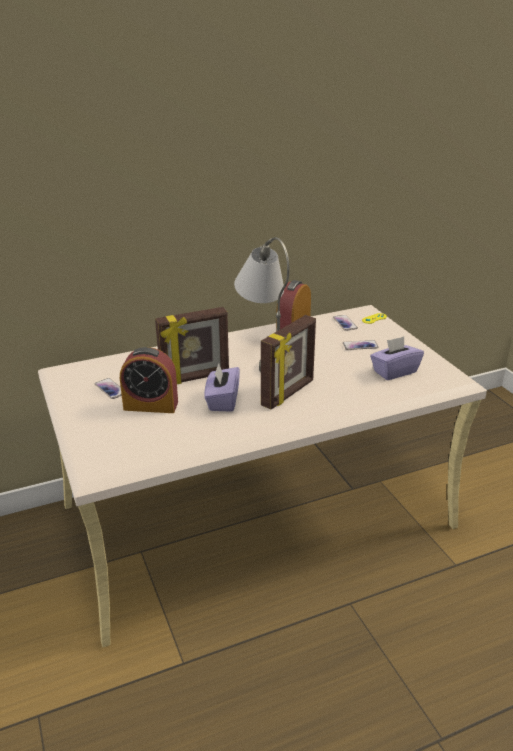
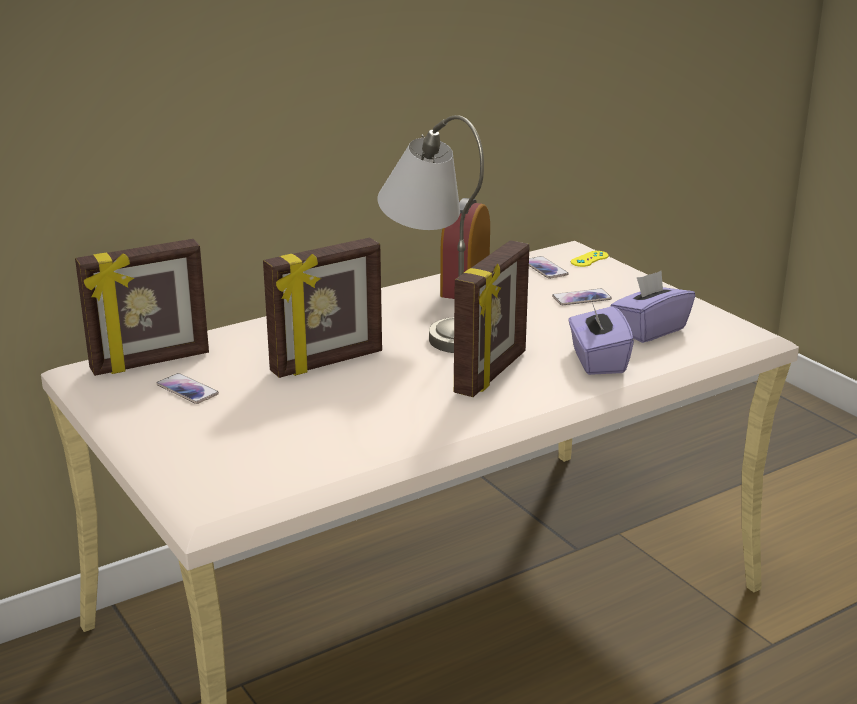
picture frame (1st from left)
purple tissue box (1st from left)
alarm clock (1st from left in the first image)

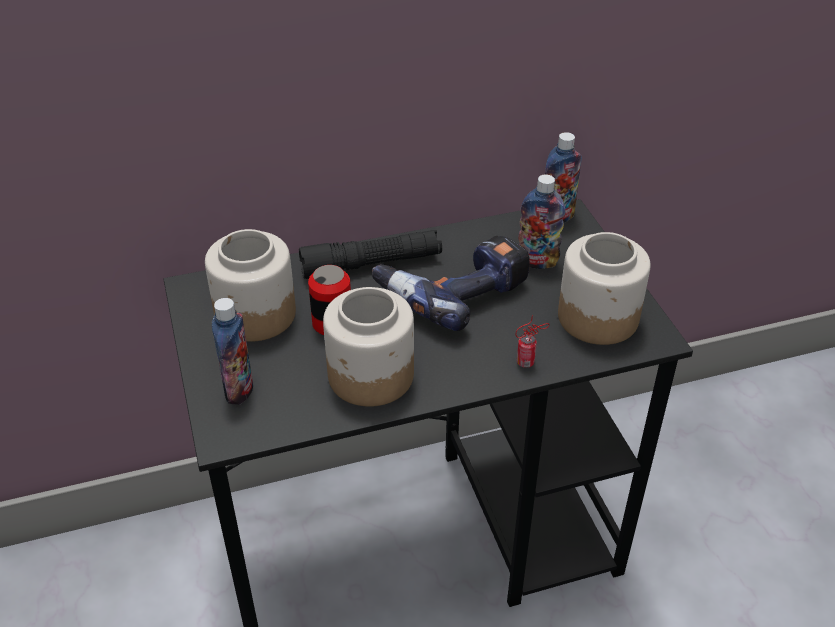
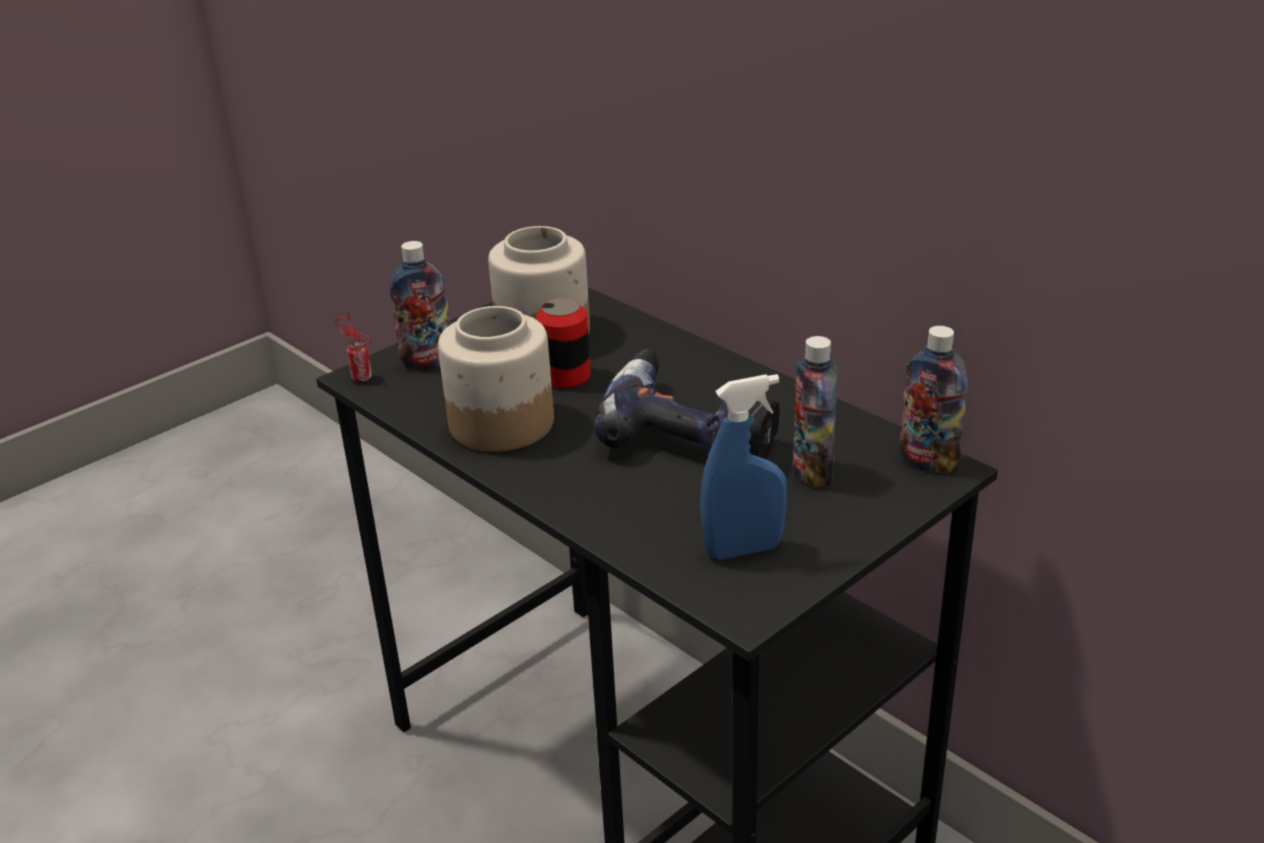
can (1st from left)
blue spray bottle
black flashlight

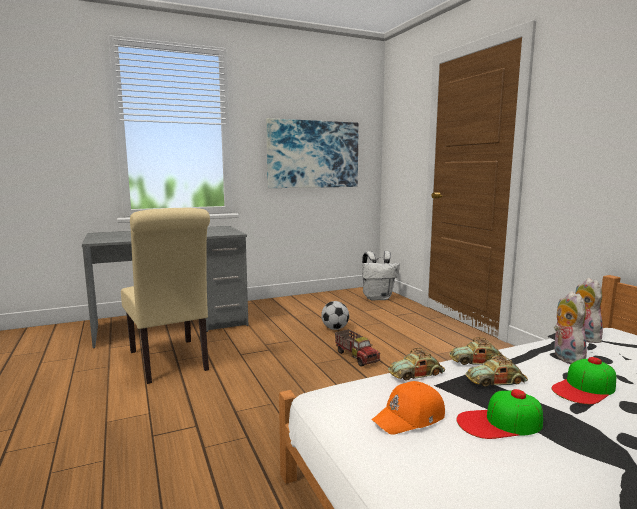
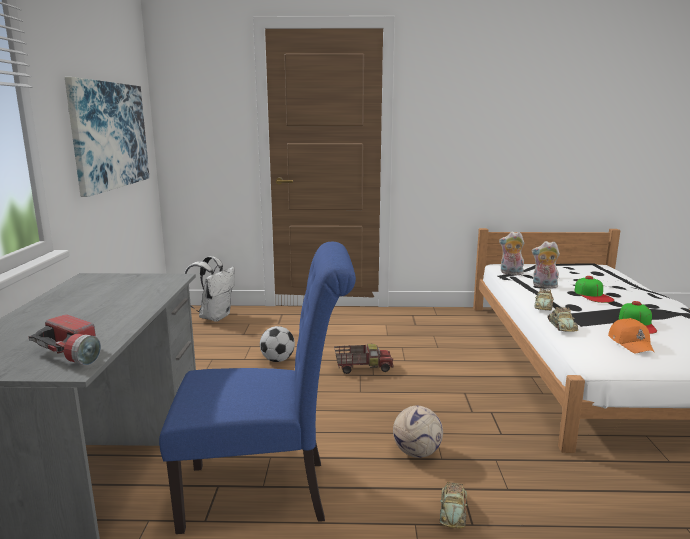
flashlight
blue chair
football (2nd from left)
toy car (1st from left)

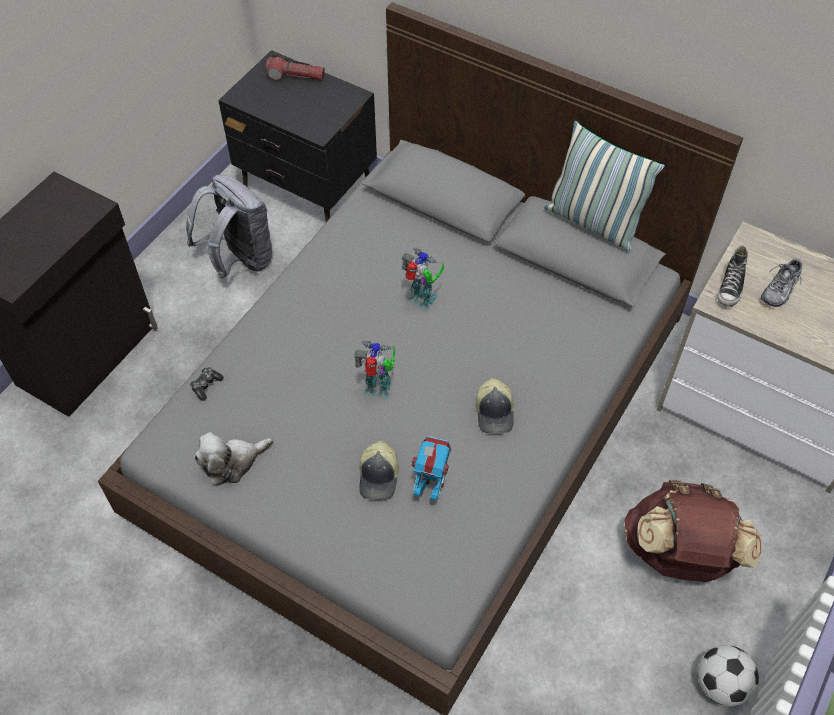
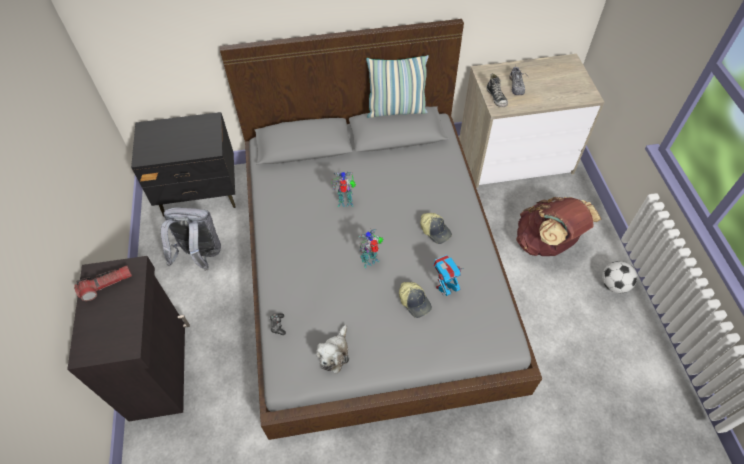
flashlight

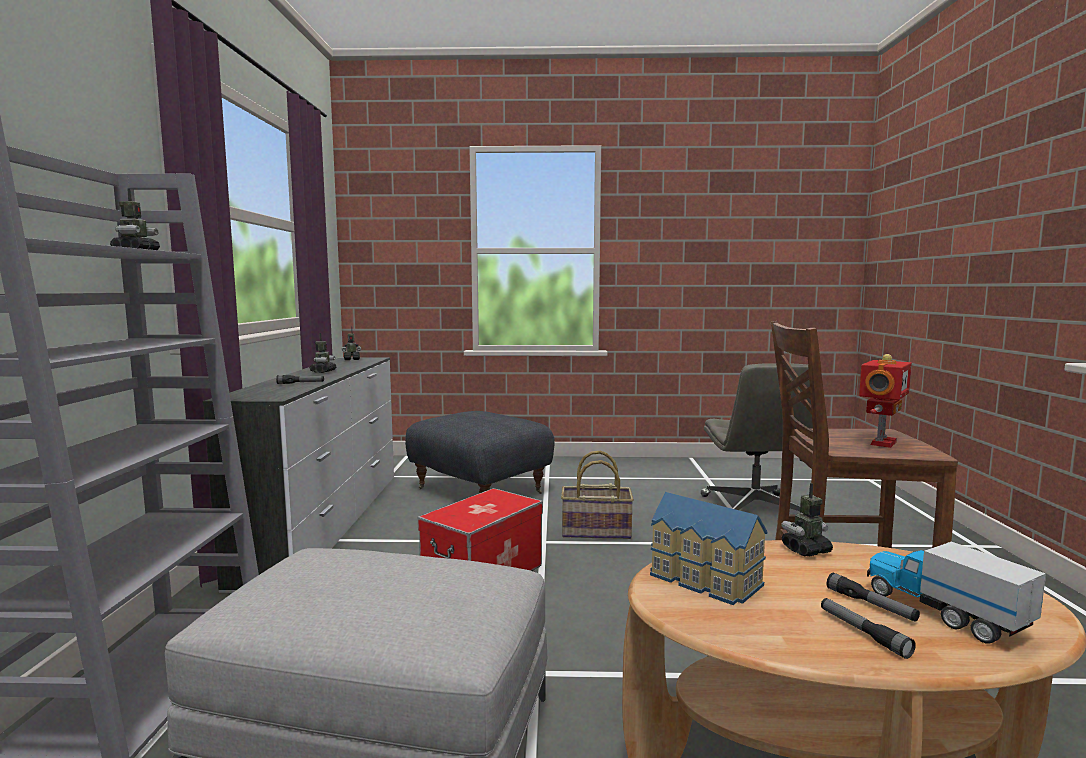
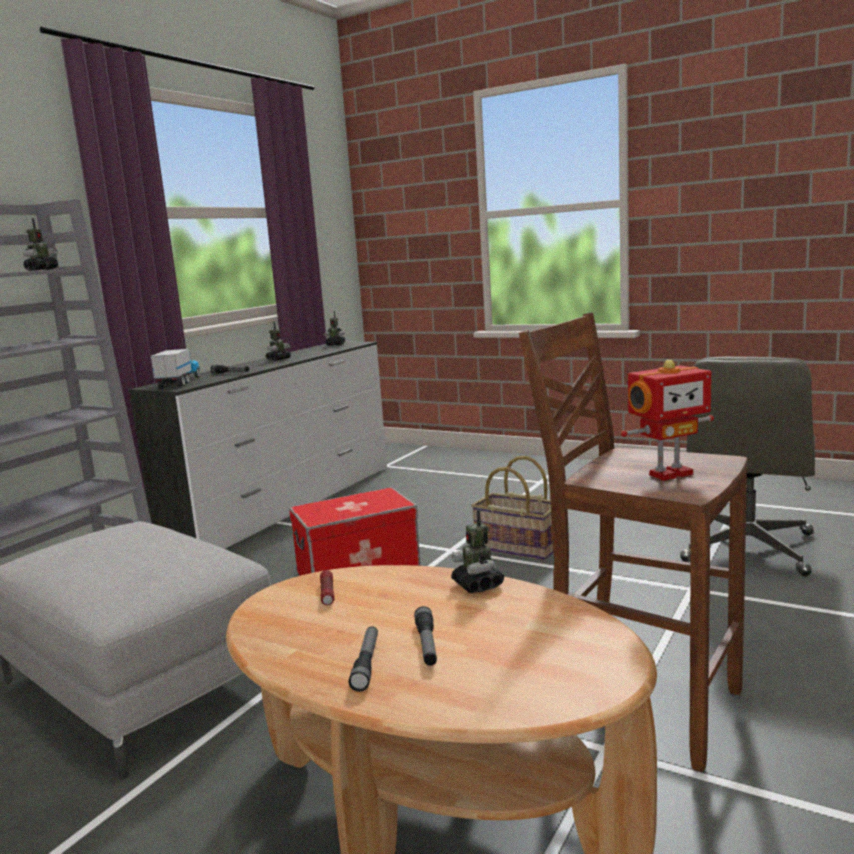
toy truck
flashlight (2nd from left)
toy robot (4th from left)
grey ottoman (2nd from left in the first image)

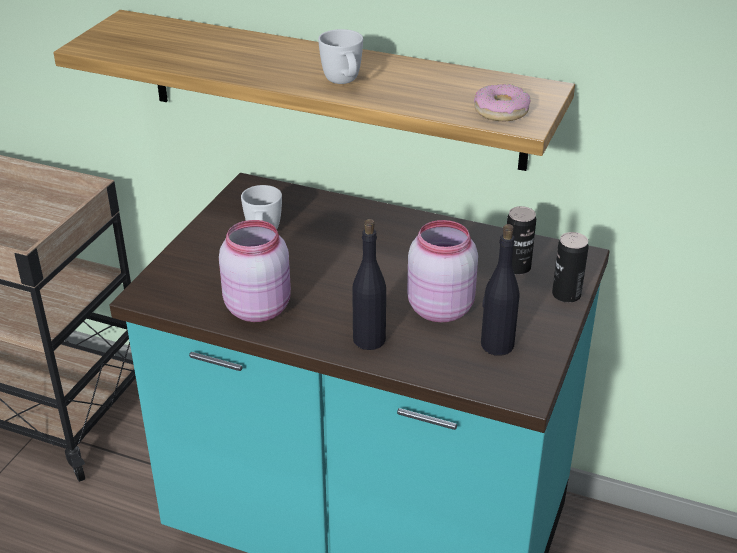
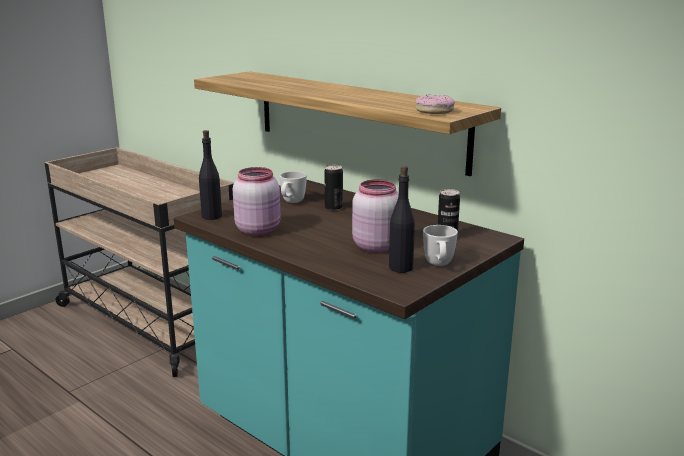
black bottle (1st from left)
can (1st from left)
white mug (2nd from left)

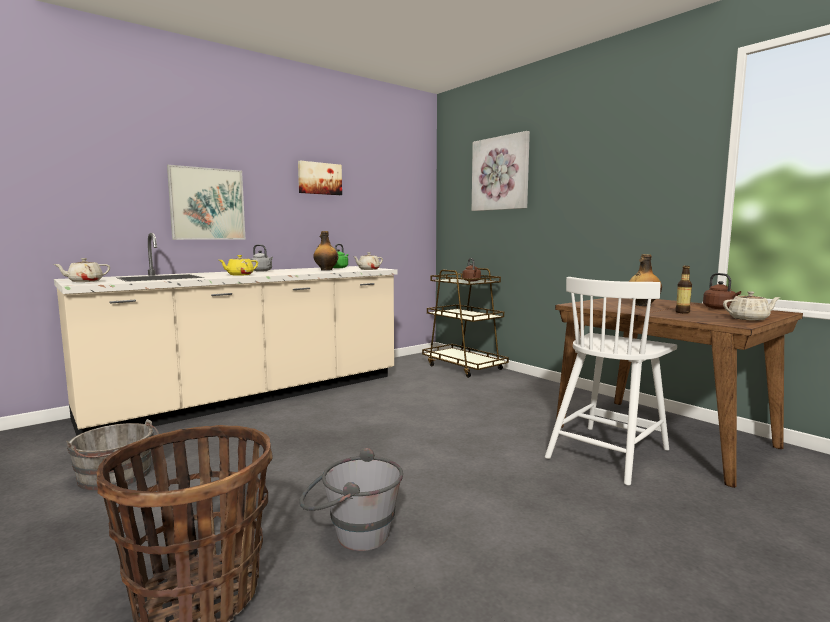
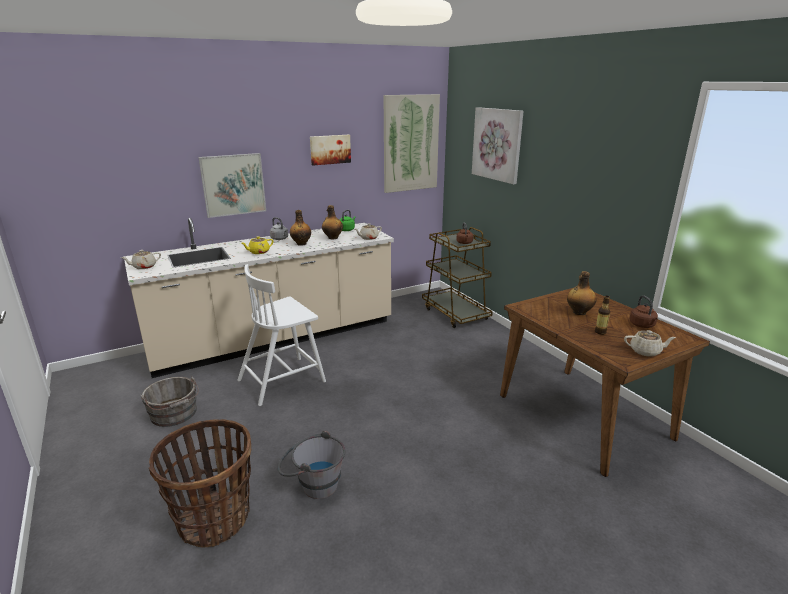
white chair
bottle (1st from left)
picture (3rd from left)

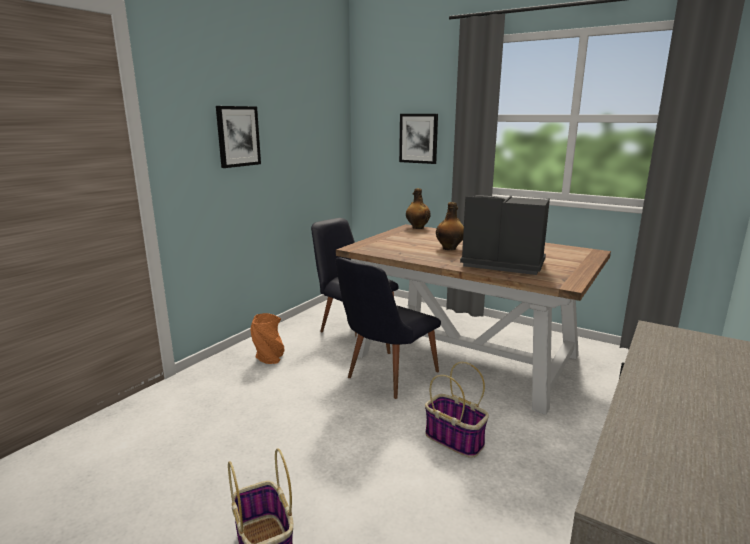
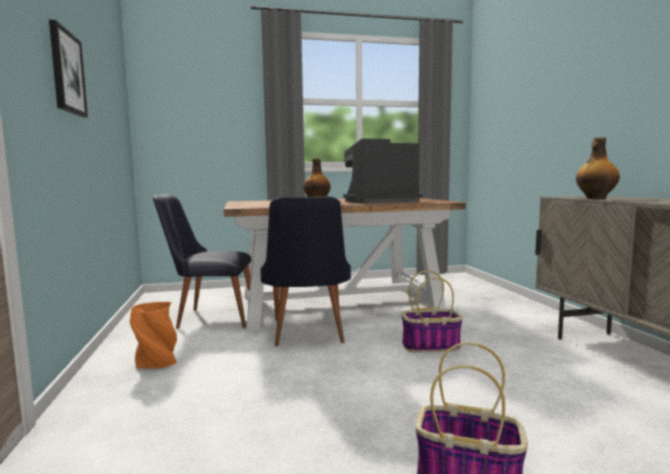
bottle (2nd from left)
picture (2nd from left in the first image)

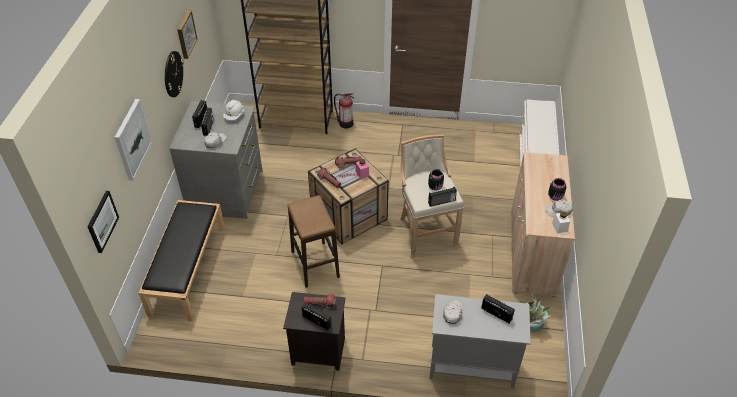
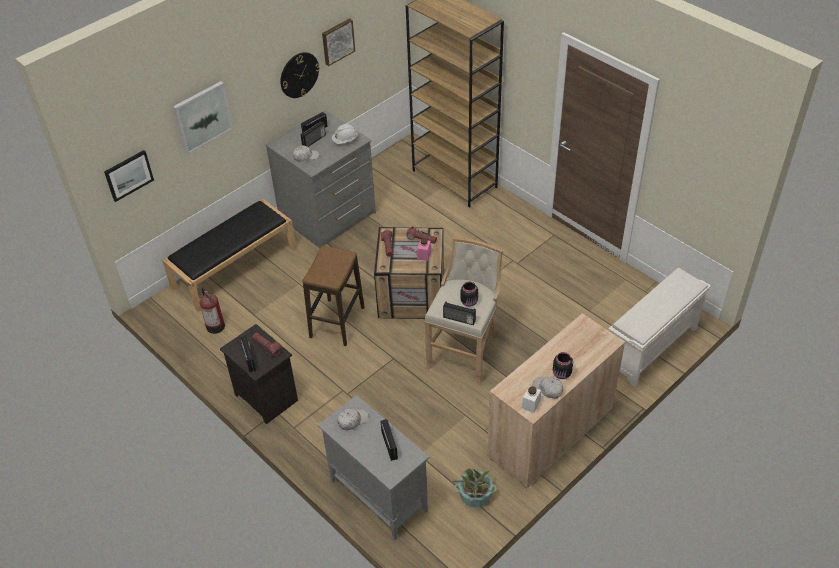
fire extinguisher

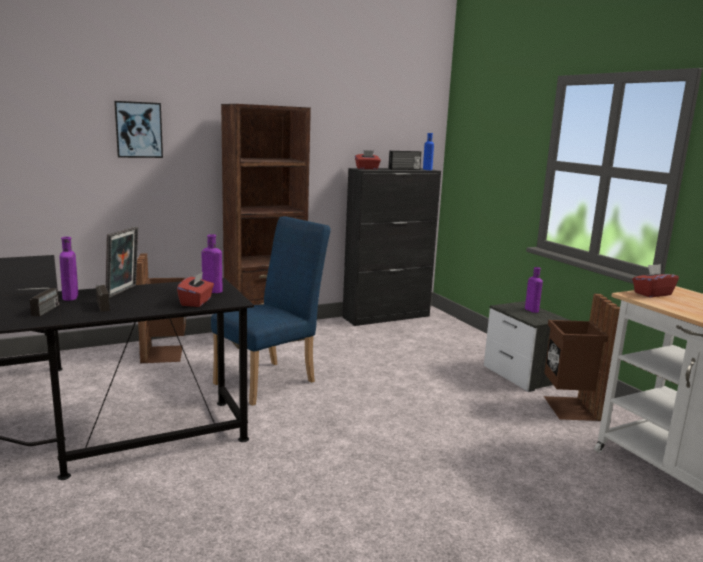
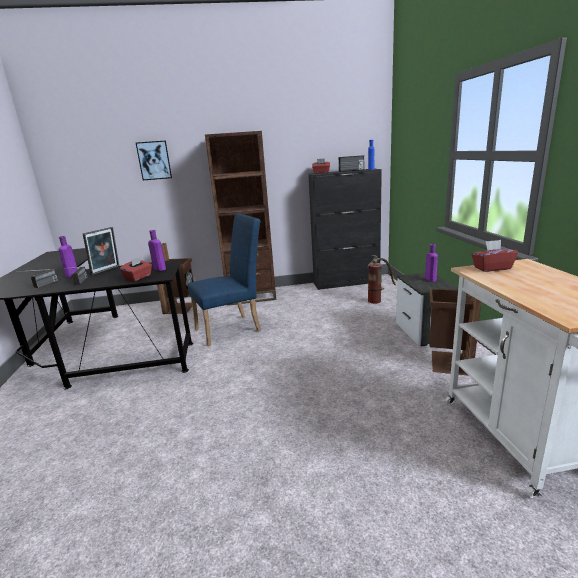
fire extinguisher

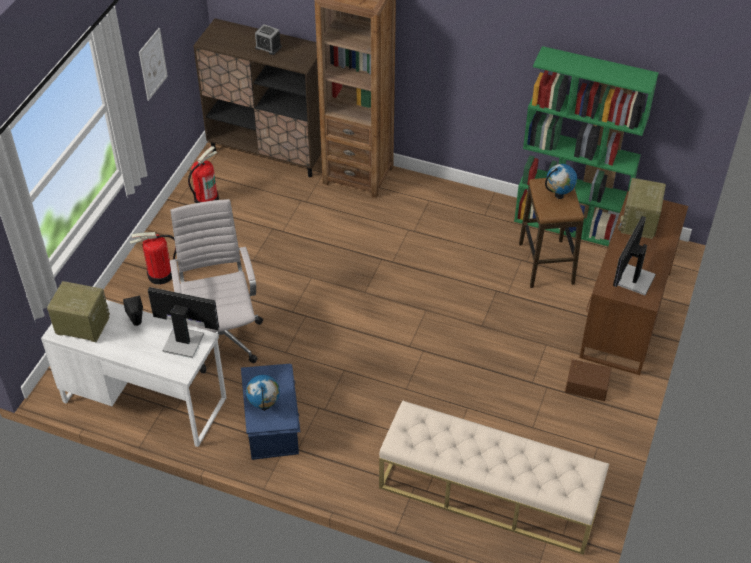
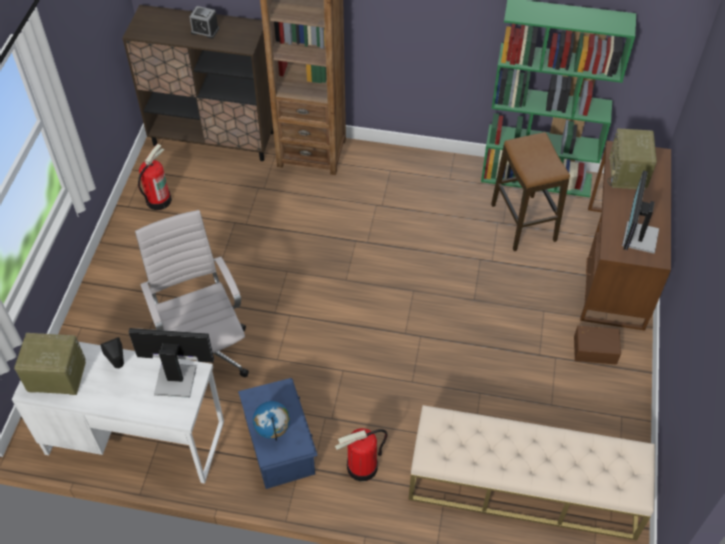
fire extinguisher (2nd from left)
picture
globe (2nd from left in the first image)

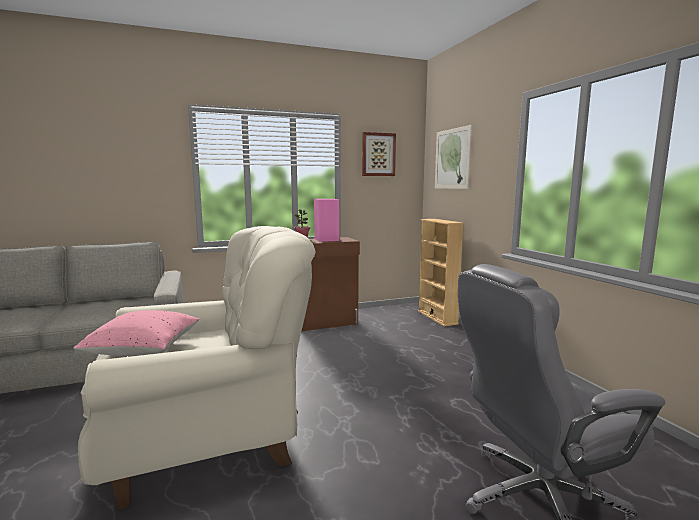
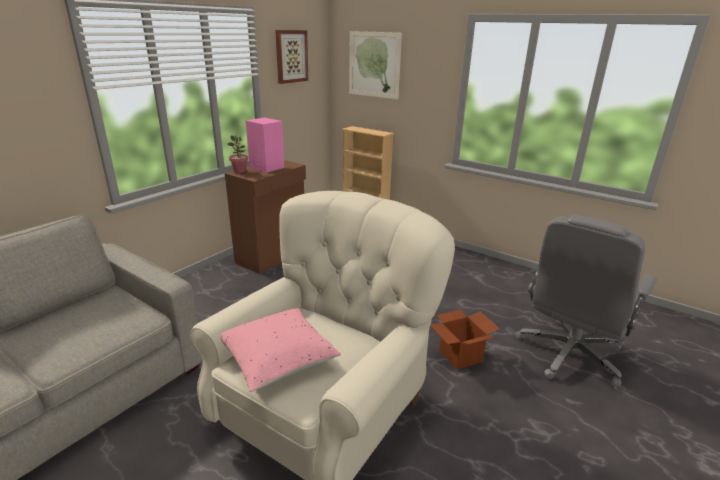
cardboard box

